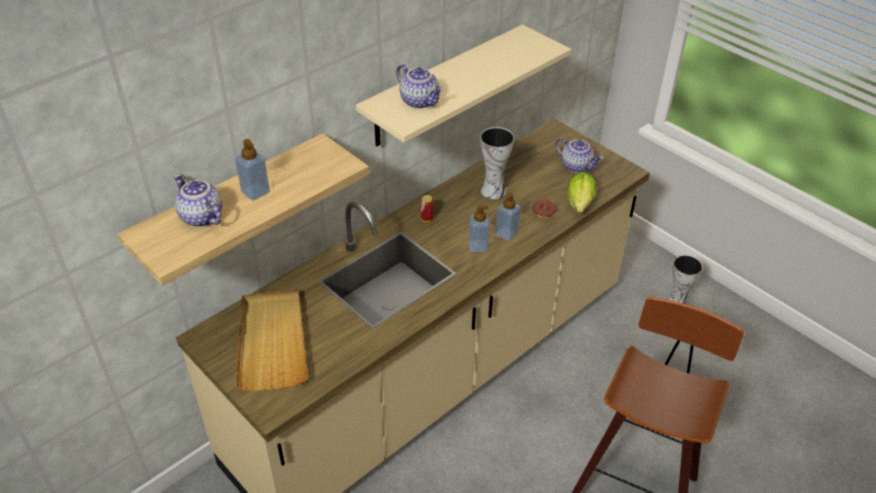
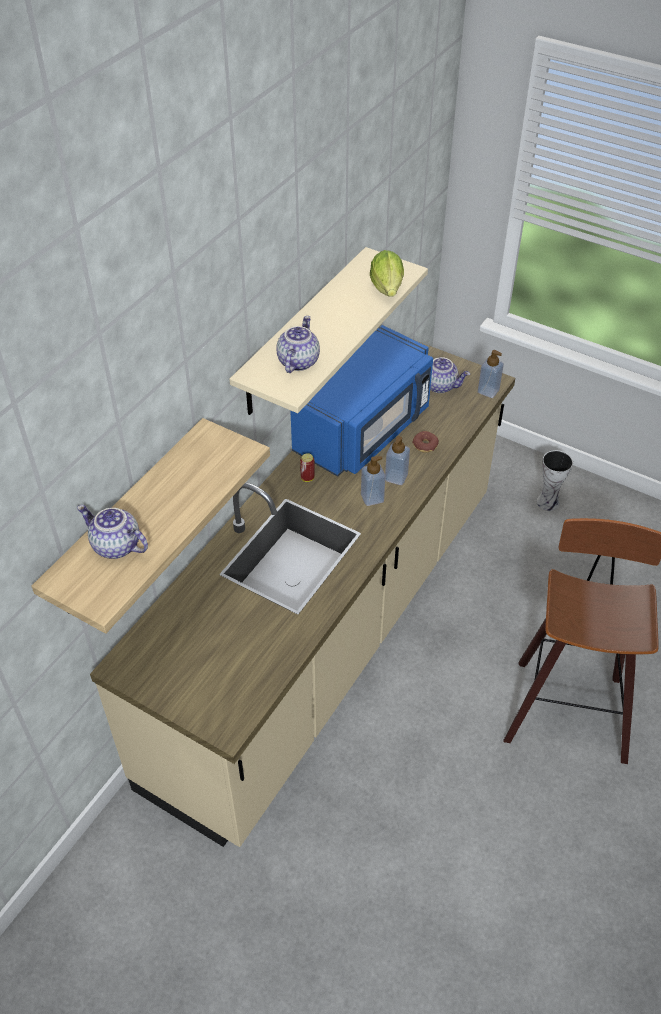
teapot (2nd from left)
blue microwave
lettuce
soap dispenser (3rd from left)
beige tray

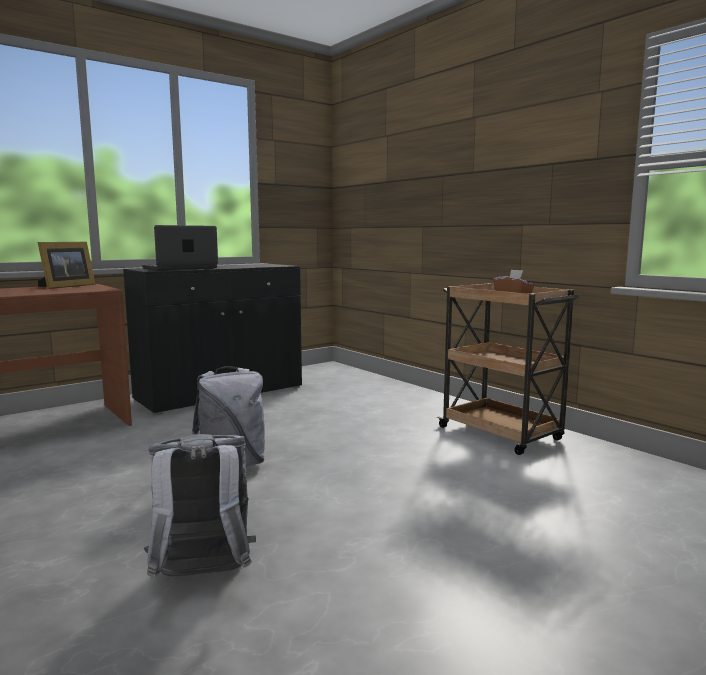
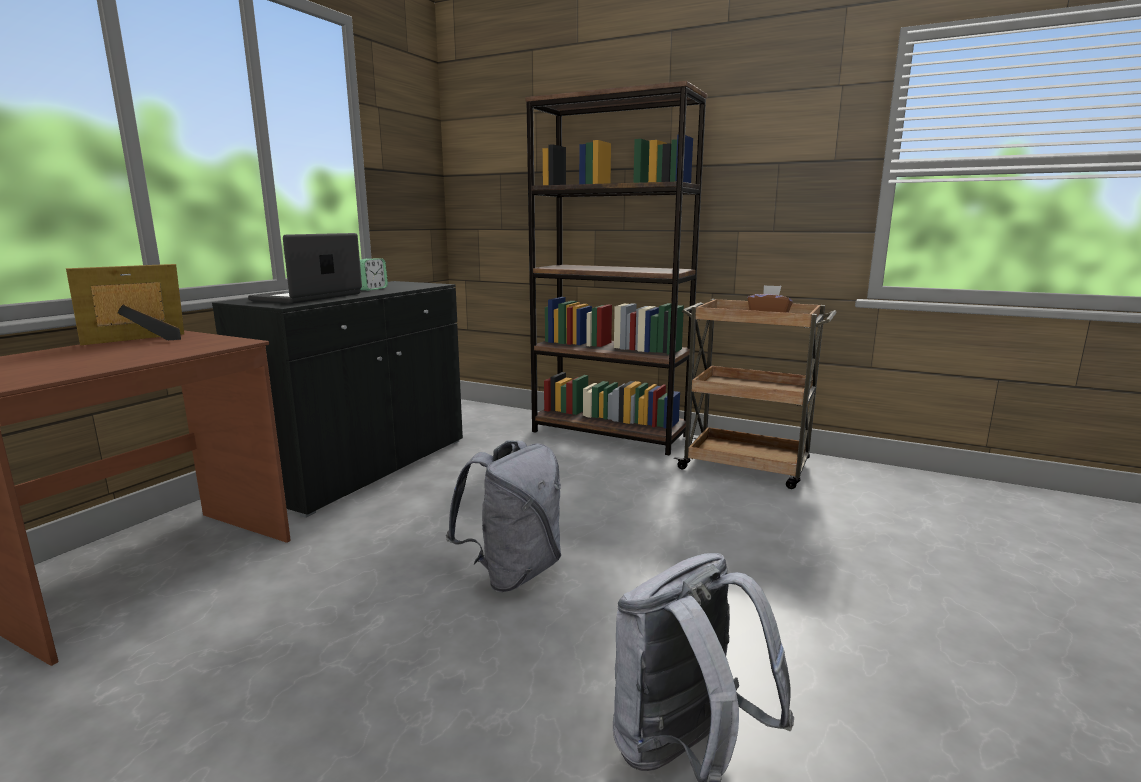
picture frame
alarm clock
brown bookcase

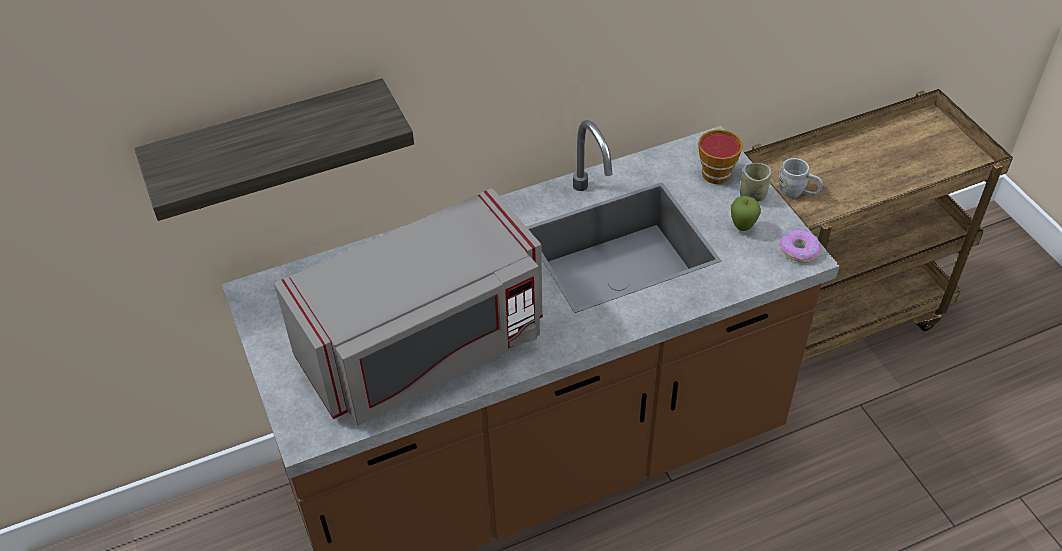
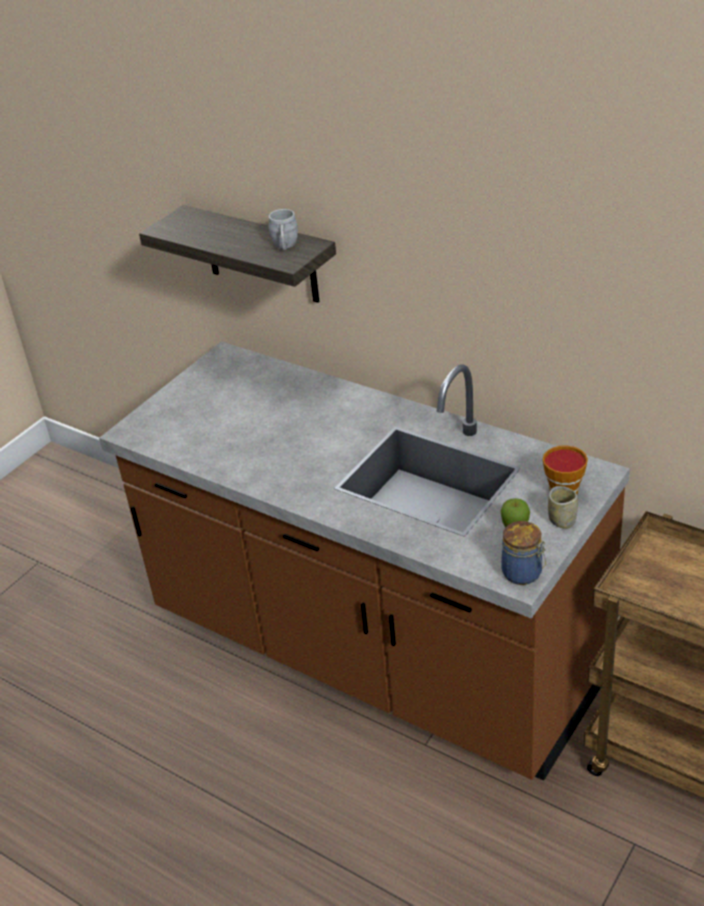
grey mug
jar
grey microwave

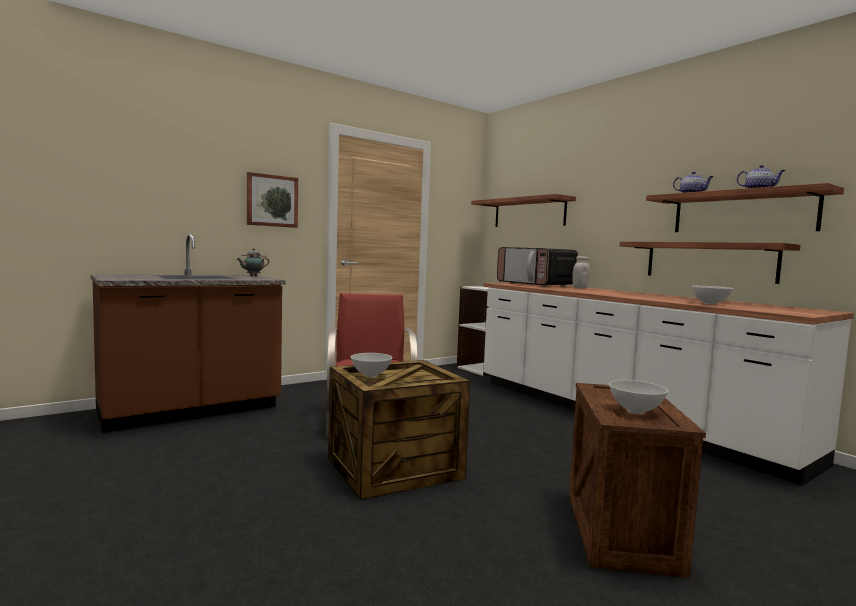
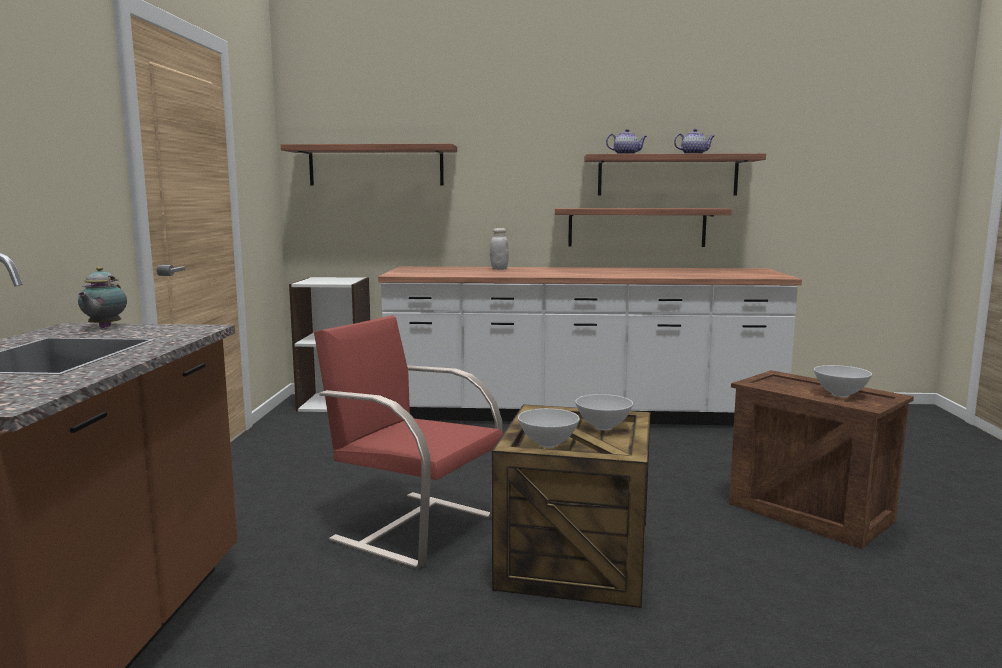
white bowl (2nd from left)
picture
microwave

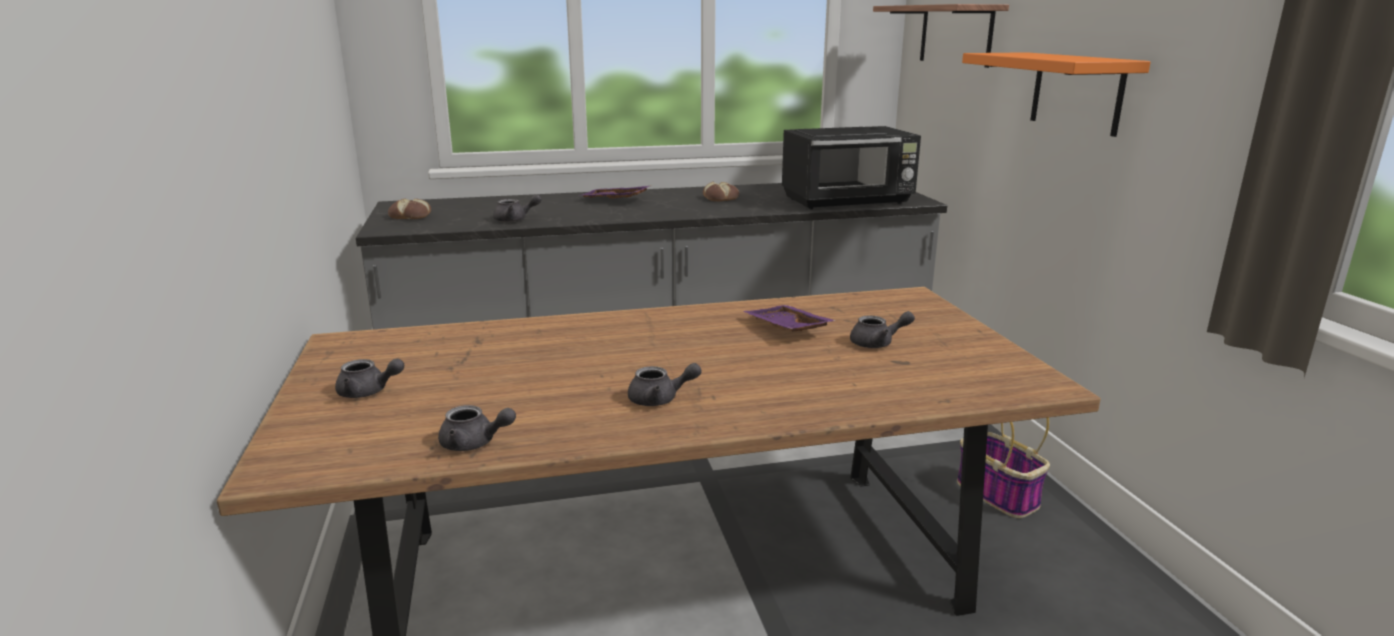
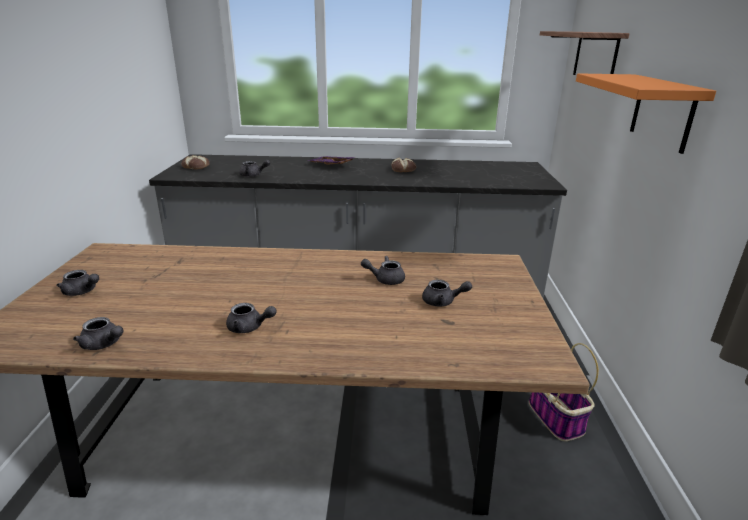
grey teapot (5th from left)
black microwave

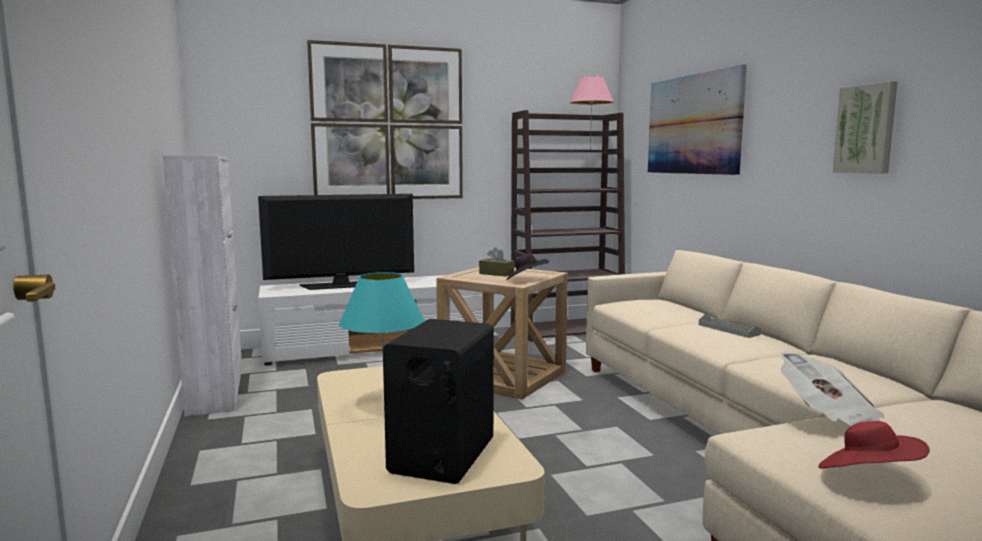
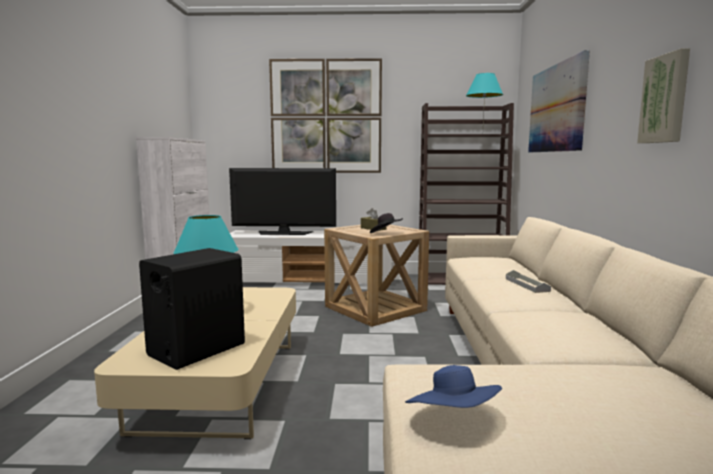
blue hat
turquoise table lamp (2nd from left)
newspaper

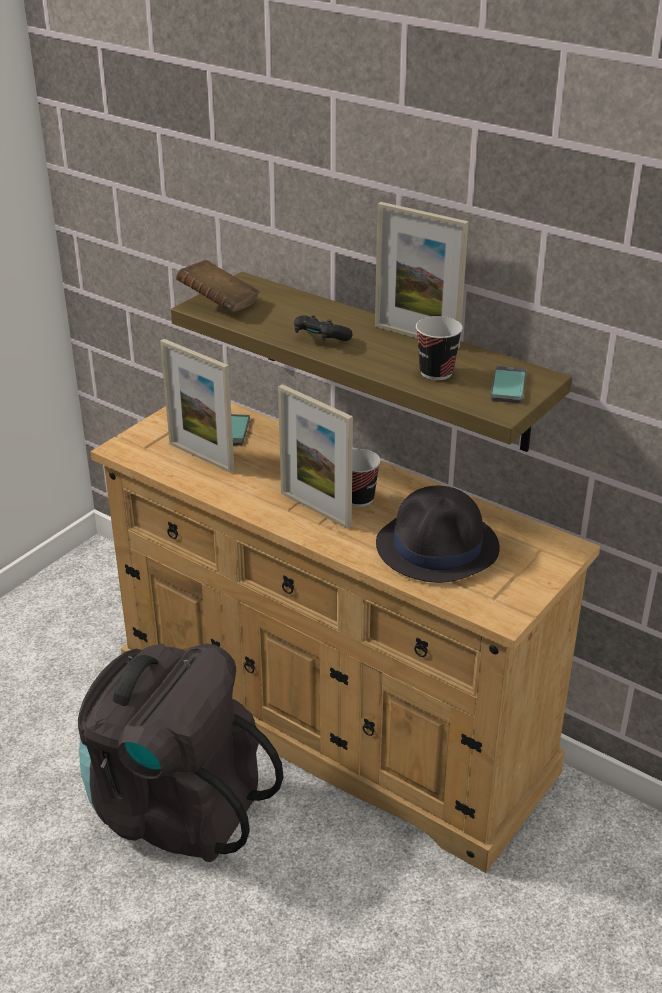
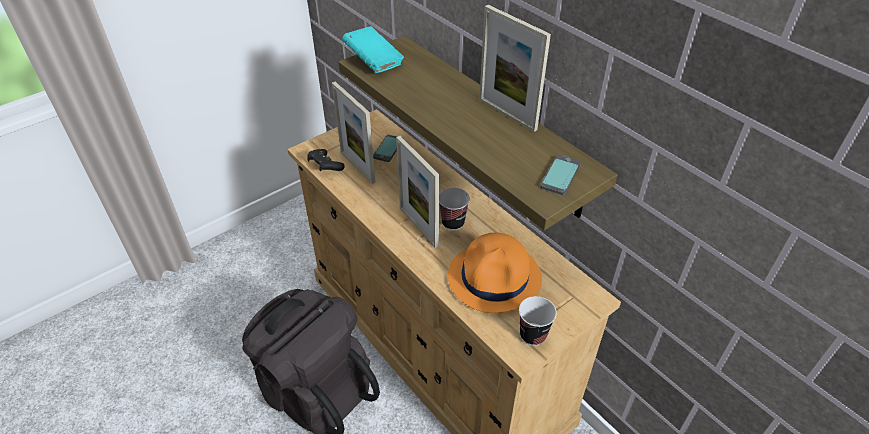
black game controller
turquoise book
orange hat
cup (2nd from left)

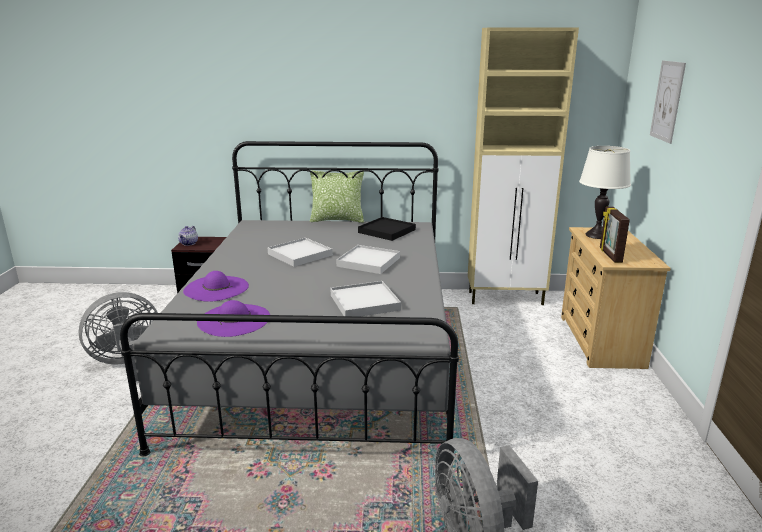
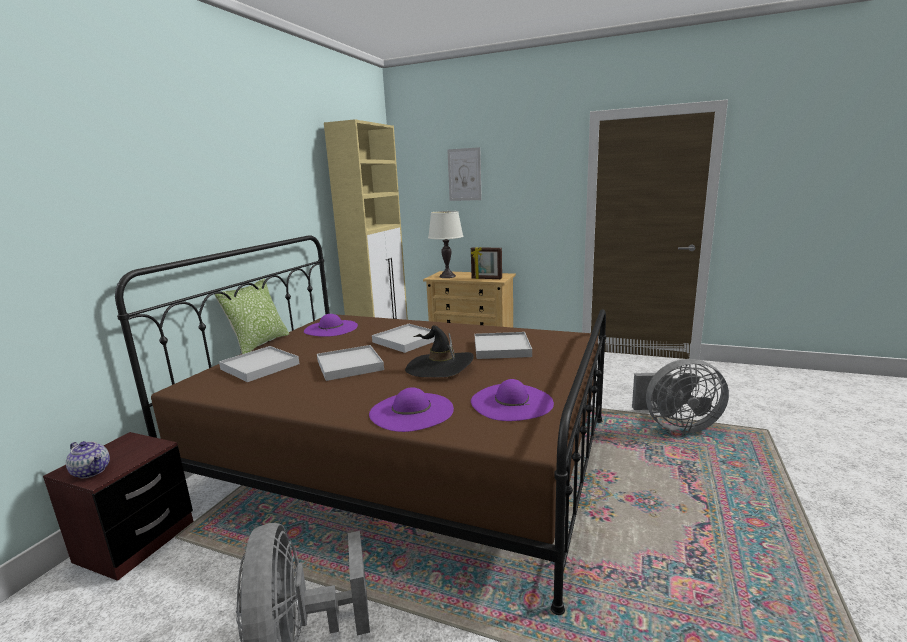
brown bed
white tray (1st from left)
purple hat (1st from left)
black hat

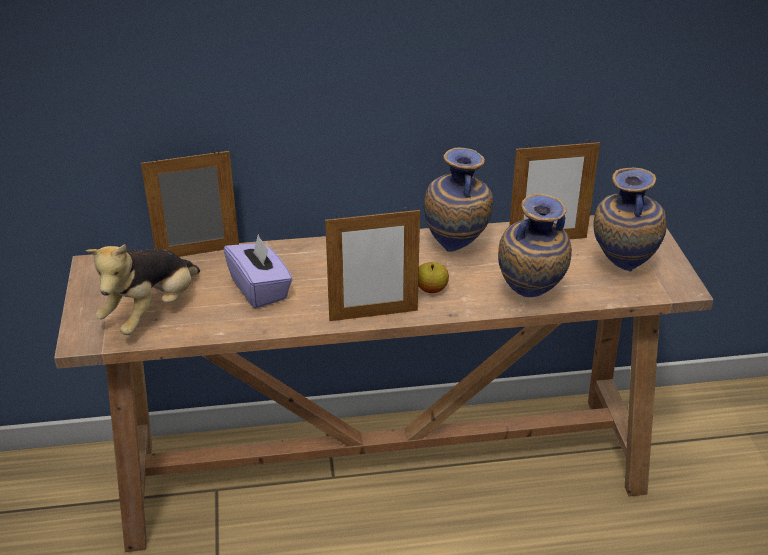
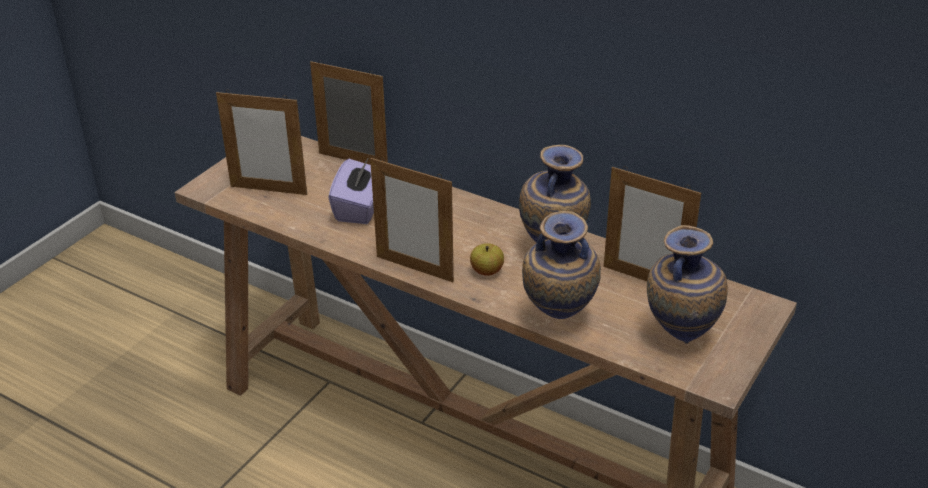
picture frame (1st from left)

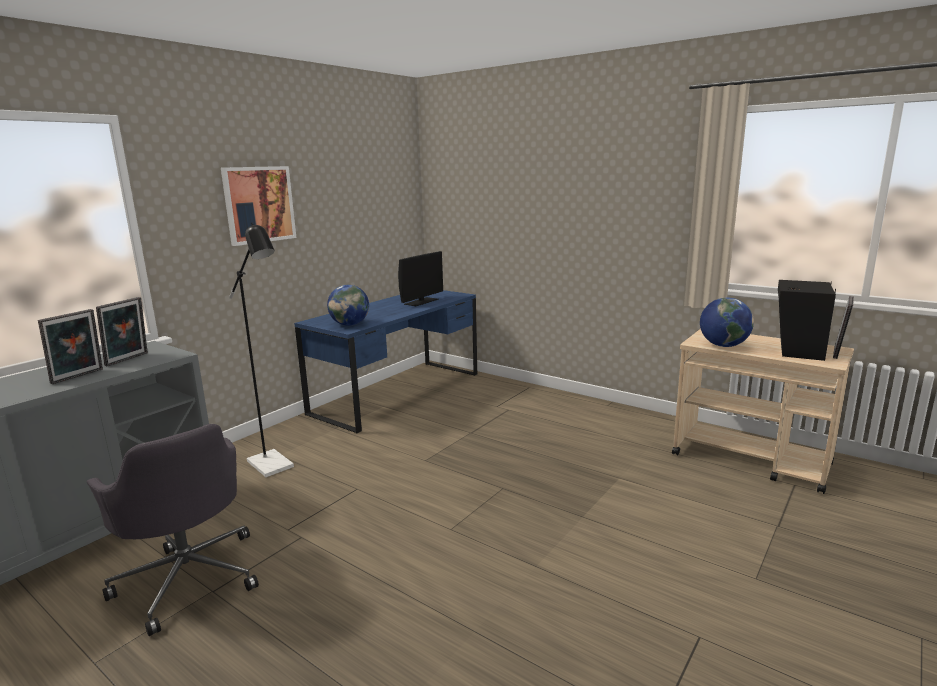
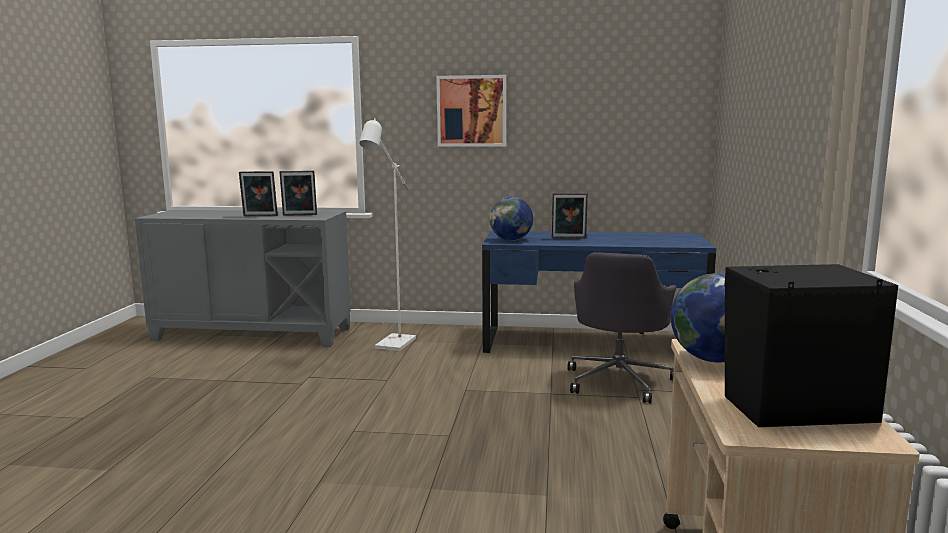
white floor lamp
picture frame (3rd from left)
grey office chair
monitor

